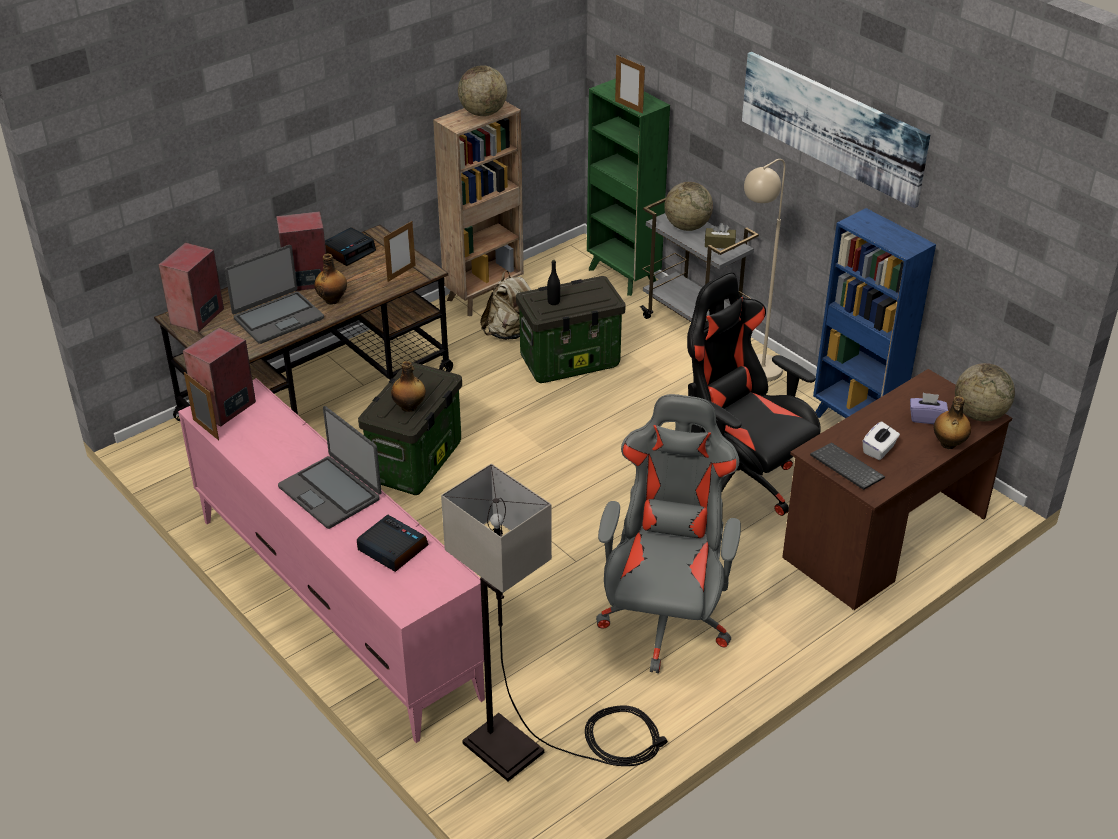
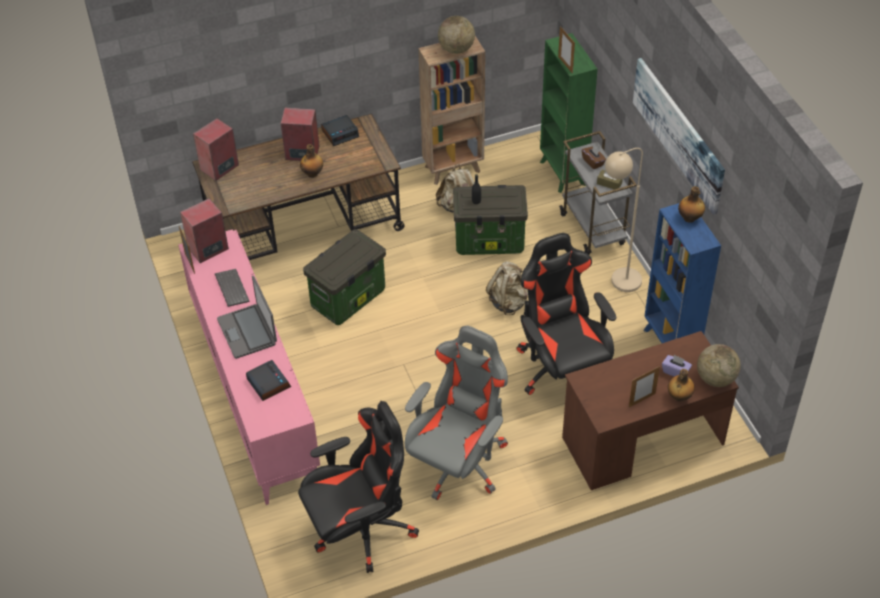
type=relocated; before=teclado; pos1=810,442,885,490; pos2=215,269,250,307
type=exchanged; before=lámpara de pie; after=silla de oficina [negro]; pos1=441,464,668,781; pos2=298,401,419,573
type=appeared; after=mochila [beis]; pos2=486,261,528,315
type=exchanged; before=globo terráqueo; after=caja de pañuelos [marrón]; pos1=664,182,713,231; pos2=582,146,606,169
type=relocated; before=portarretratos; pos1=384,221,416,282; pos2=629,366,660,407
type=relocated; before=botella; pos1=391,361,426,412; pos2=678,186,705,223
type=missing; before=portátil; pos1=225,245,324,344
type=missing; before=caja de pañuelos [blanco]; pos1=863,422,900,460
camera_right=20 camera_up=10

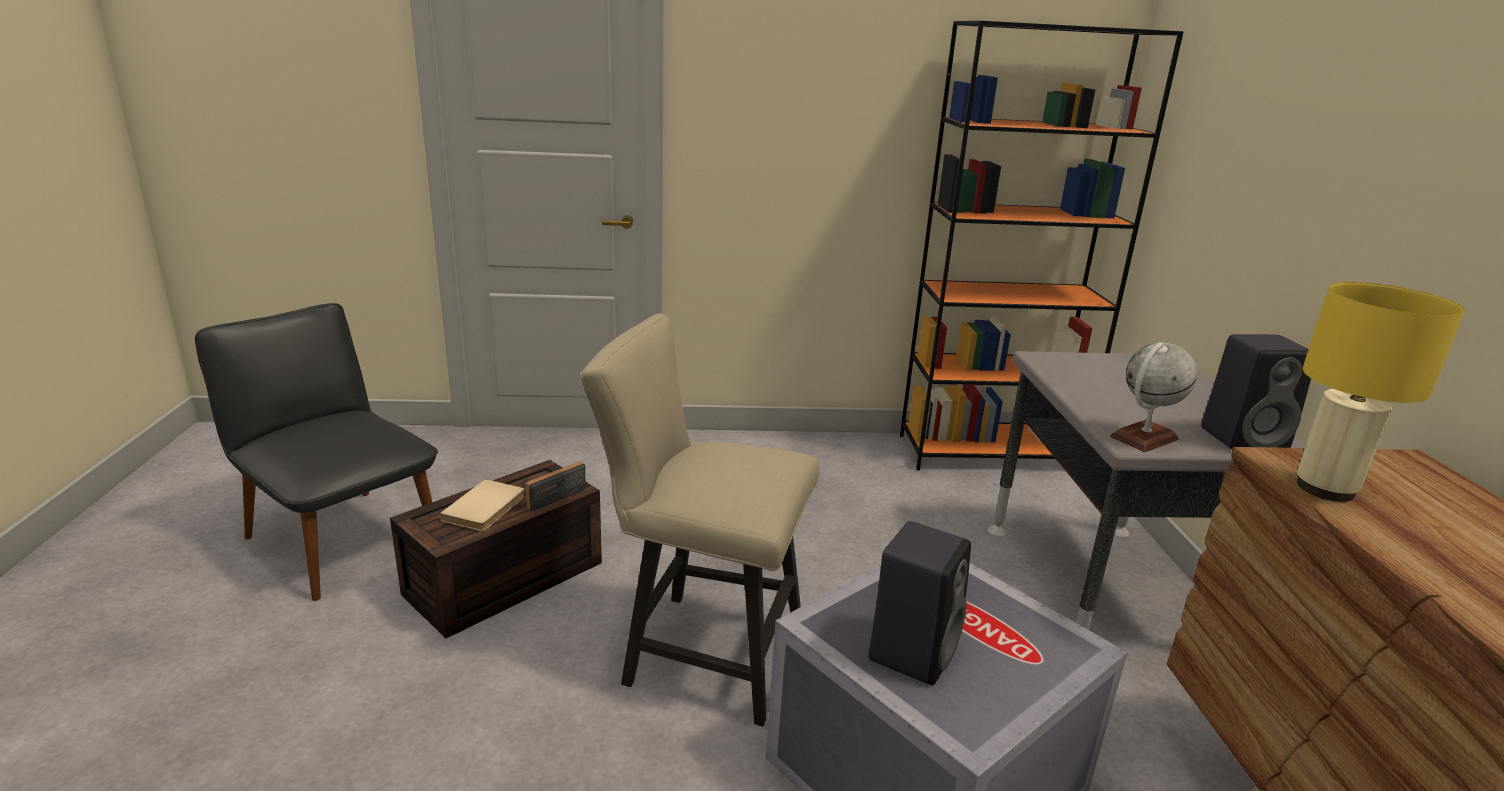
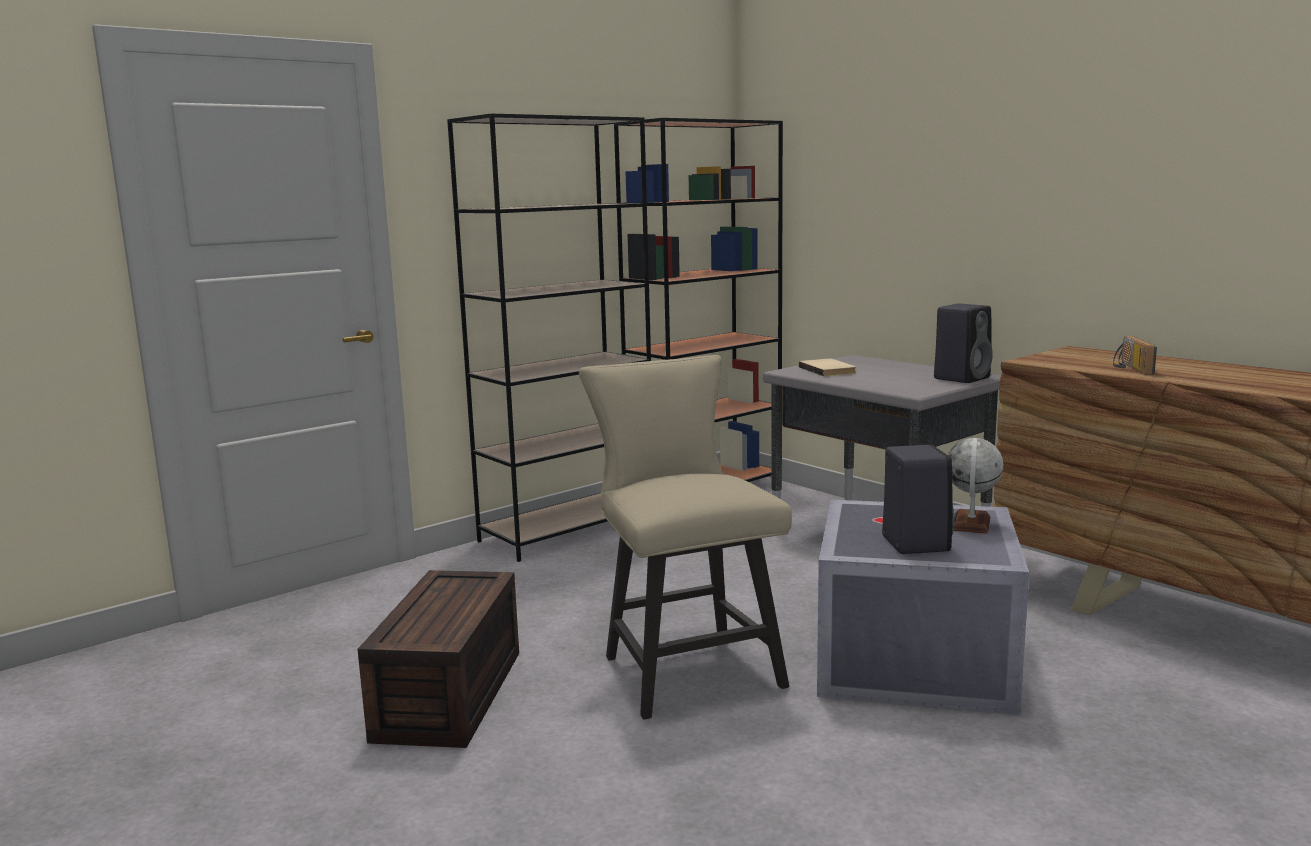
type=appeared; after=estantería [beis]; pos2=447,113,651,562
type=spun; before=silla [beis]; pos1=580,313,819,727; pos2=579,355,792,720; turn=90
type=relocated; before=libro [beis]; pos1=440,479,525,531; pos2=799,358,856,377
type=relocated; before=globo terráqueo; pos1=1110,342,1197,452; pos2=948,438,1004,534
type=relocated; before=radio; pos1=525,461,586,511; pos2=1113,336,1157,375
type=missing; before=silla [negro]; pos1=195,303,438,601
type=missing; before=lámpara de mesa [amarillo]; pos1=1297,282,1464,502
camera_right=-35 camera_up=-10

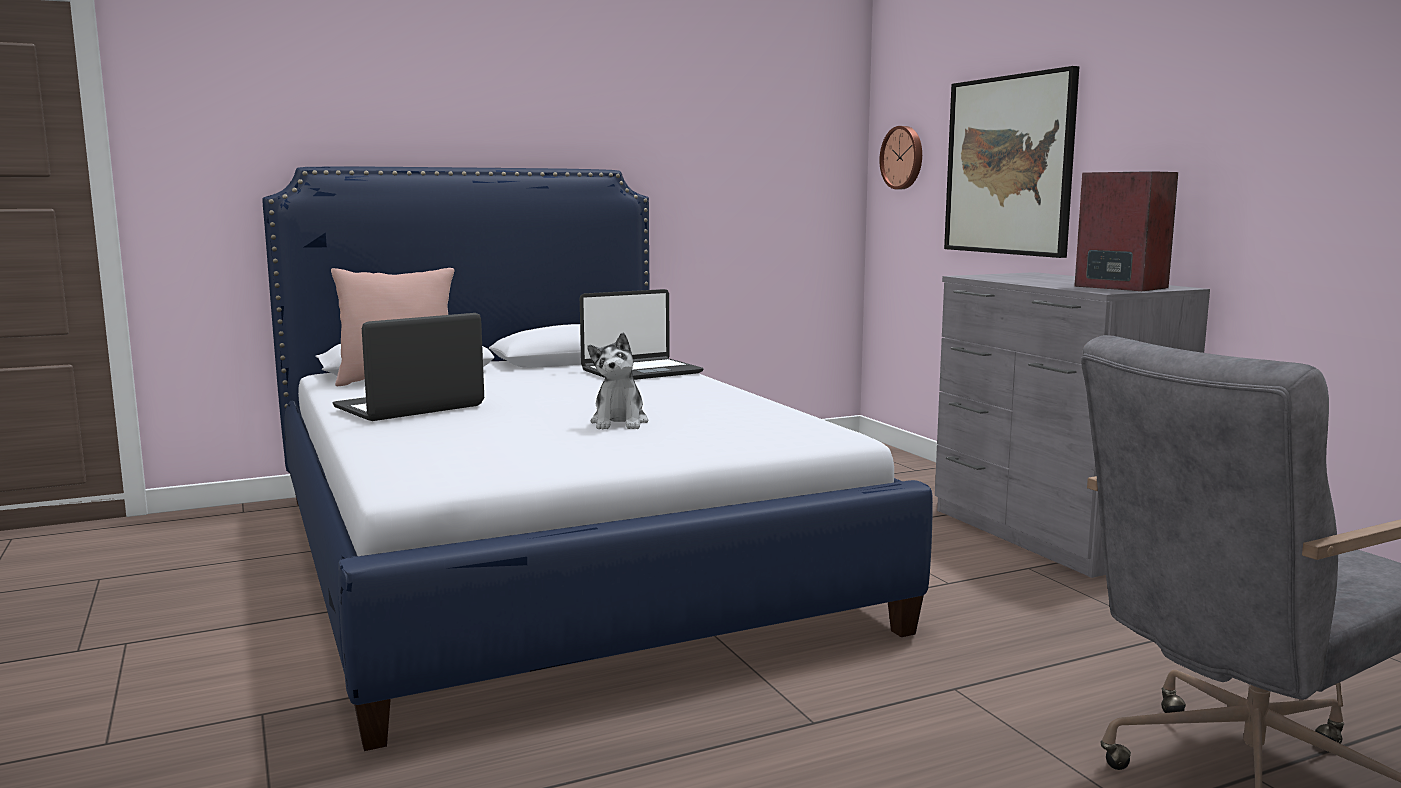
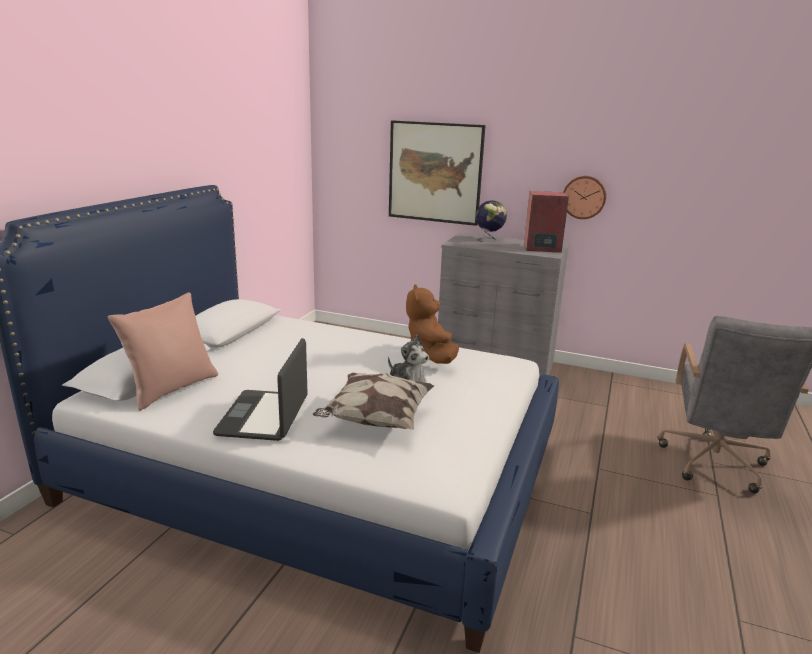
type=appeared; after=cojín; pos2=313,373,434,430
type=appeared; after=peluche [marrón]; pos2=406,284,459,364
type=appeared; after=globo terráqueo; pos2=476,200,507,242
type=relocated; before=reloj de pared; pos1=879,126,922,189; pos2=563,176,606,219
type=missing; before=portátil; pos1=580,289,704,380
camera_right=-45 camera_up=10

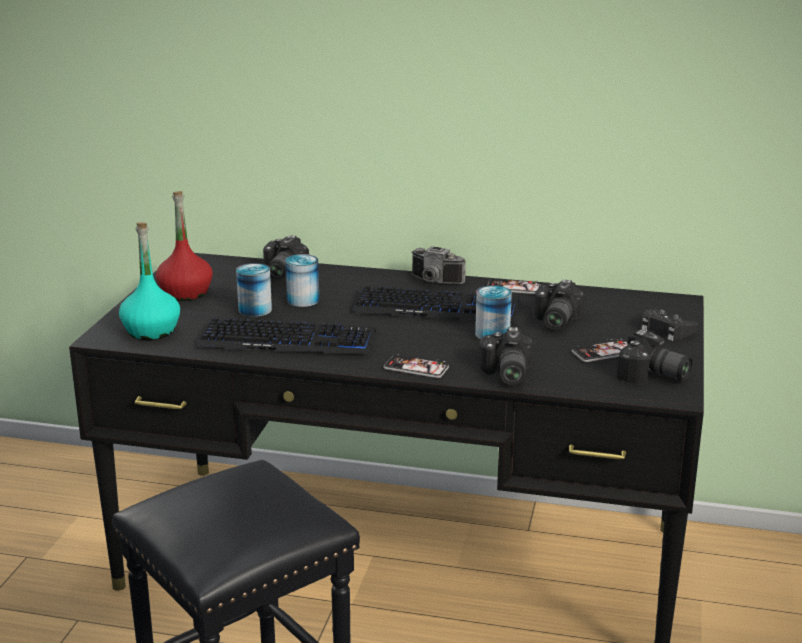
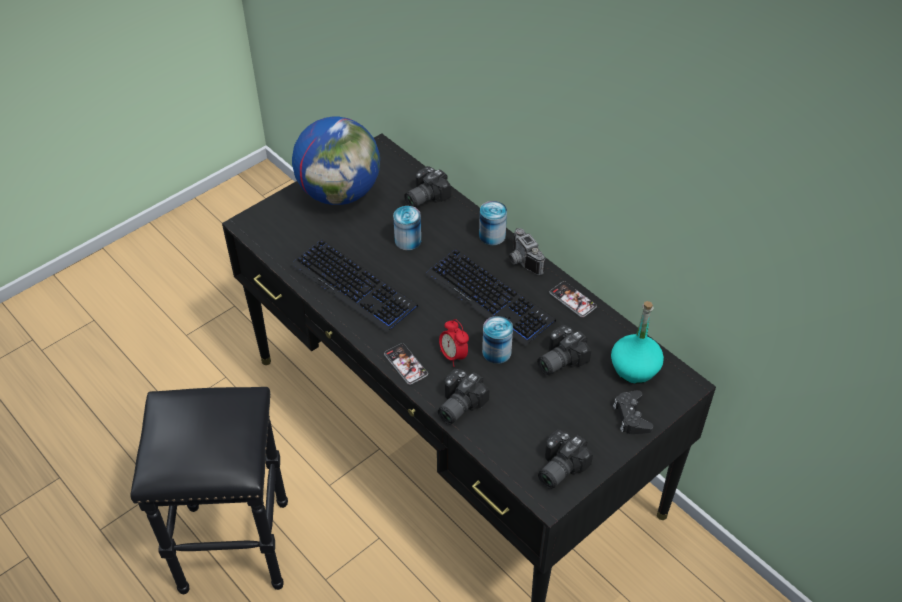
type=exchanged; before=botella [rojo]; after=globo terráqueo; pos1=156,191,213,301; pos2=292,117,380,205
type=appeared; after=despertador; pos2=439,319,469,367
type=relocated; before=lata; pos1=236,263,272,317; pos2=479,201,507,245
type=spun; before=cámara; pos1=617,330,693,384; pos2=538,429,593,489; turn=60
type=relocated; before=botella [turquesa]; pos1=119,222,180,340; pos2=611,301,664,384
type=missing; before=móvil; pos1=572,338,628,362
camera_right=35 camera_up=25

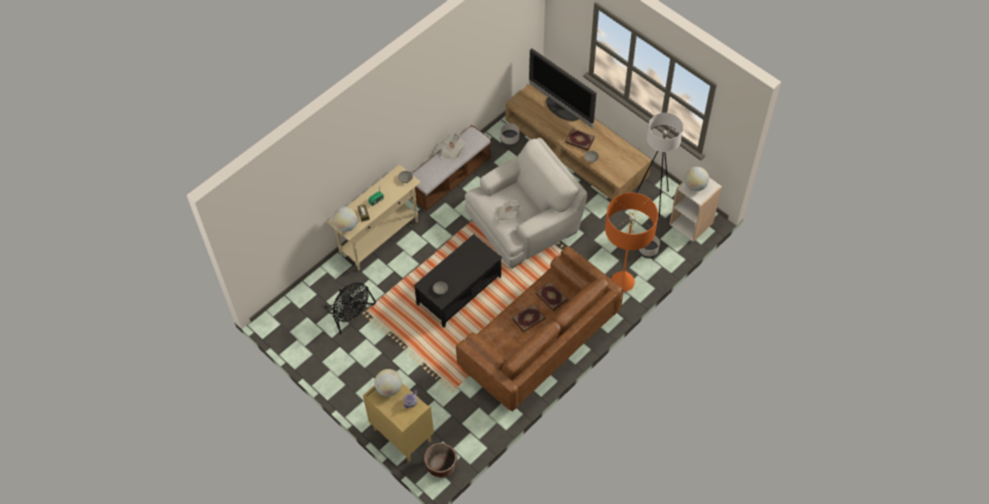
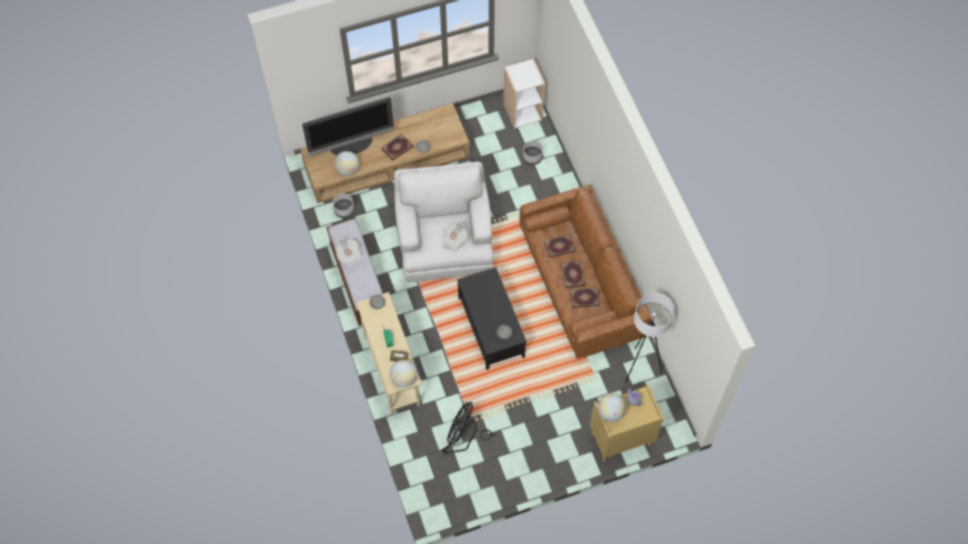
type=relocated; before=globo terráqueo; pos1=684,167,709,191; pos2=334,151,359,176
type=spun; before=ventilador [negro]; pos1=324,283,376,334; pos2=442,402,495,454; turn=-135
type=appeared; after=libro; pos2=570,287,600,308
type=relocated; before=lámpara de pie [blanco]; pos1=636,113,683,217; pos2=625,293,675,383
type=missing; before=maceta [marrón]; pos1=424,443,457,478
type=missing; before=lámpara de pie [naranja]; pos1=605,193,658,292
camera_right=-65 camera_up=5

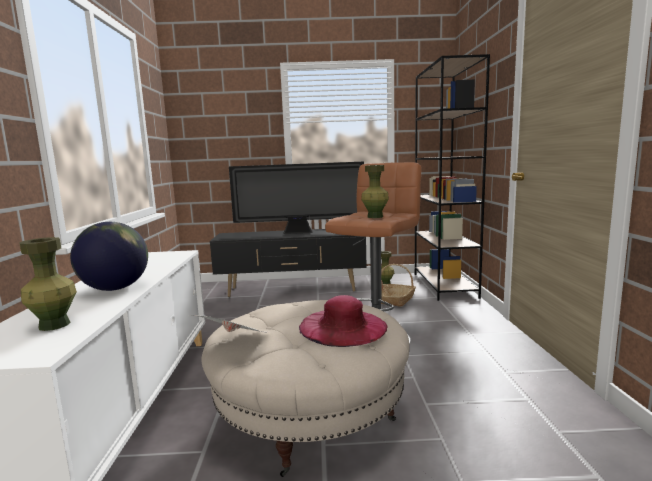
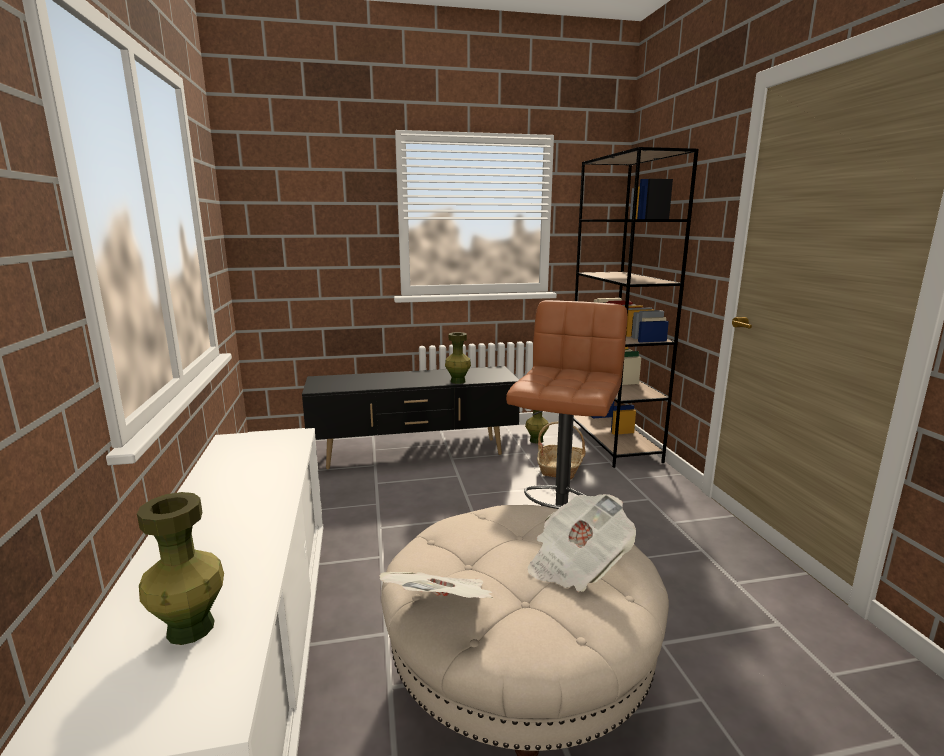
type=relocated; before=florero [verde]; pos1=361,165,389,218; pos2=445,332,471,384
type=exchanged; before=sombrero [rosa]; after=periódico; pos1=299,295,387,347; pos2=527,494,636,592
type=missing; before=globo terráqueo; pos1=70,222,148,291
type=missing; before=televisor; pos1=229,161,364,234
camera_right=-10 camera_up=5

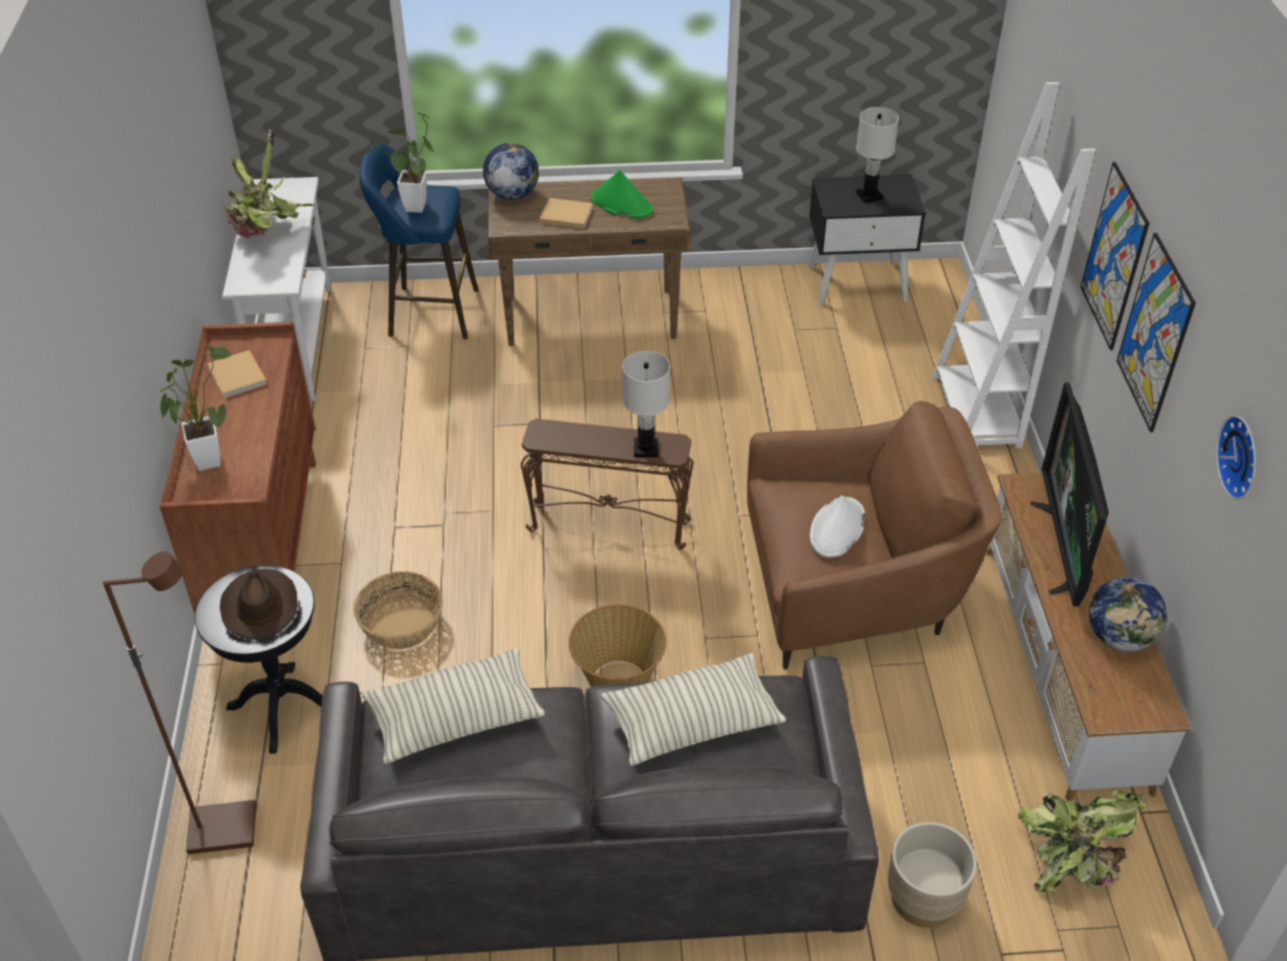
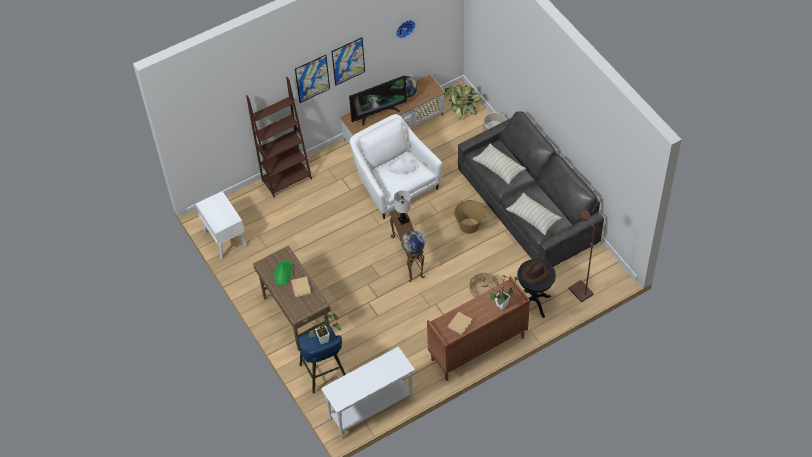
type=colour; before=mesita de noche [negro]; after=mesita de noche [blanco]; pos1=808,174,926,306; pos2=196,191,247,259
type=colour; before=estantería [blanco]; after=estantería [marrón]; pos1=932,82,1096,448; pos2=246,77,312,198
type=colour; before=sillón [marrón]; after=sillón [blanco]; pos1=747,401,1001,669; pos2=350,114,442,219
type=relocated; before=globo terráqueo; pos1=483,143,539,200; pos2=401,230,425,254
type=missing; before=planta en maceta; pos1=225,129,314,238
type=missing; before=lámpara de mesa [blanco]; pos1=856,107,899,203
camera_right=-115 camera_up=10

